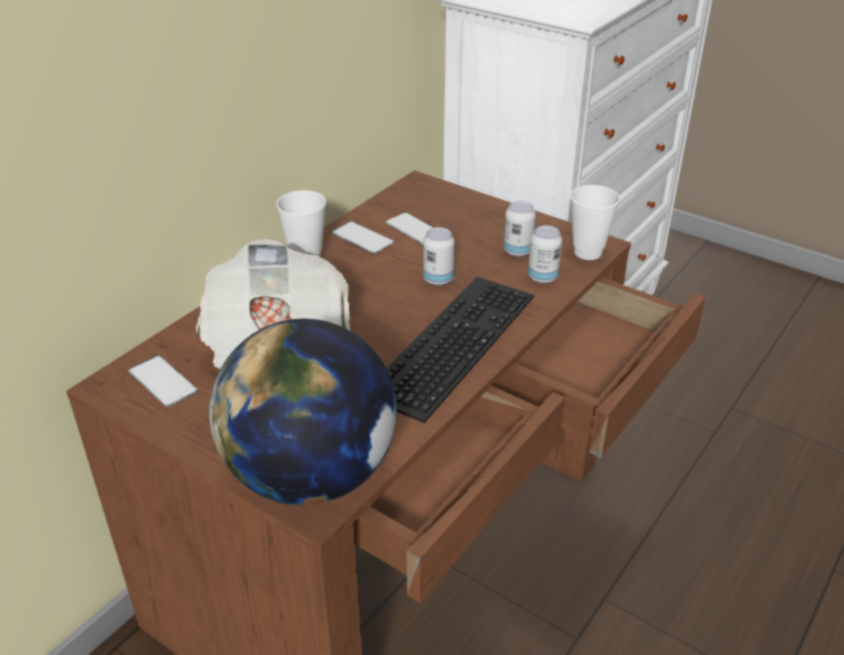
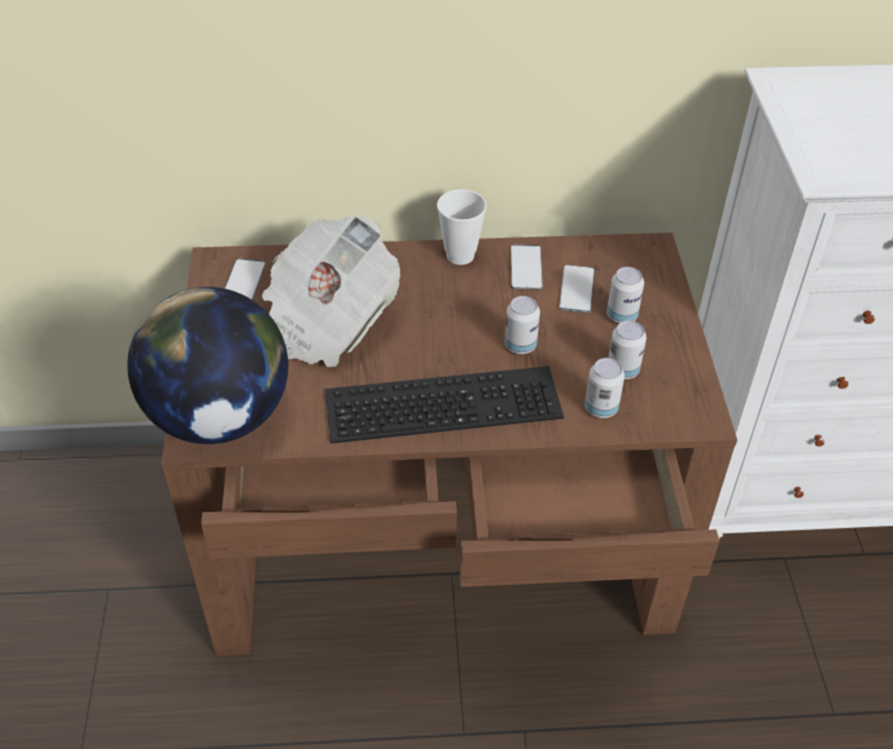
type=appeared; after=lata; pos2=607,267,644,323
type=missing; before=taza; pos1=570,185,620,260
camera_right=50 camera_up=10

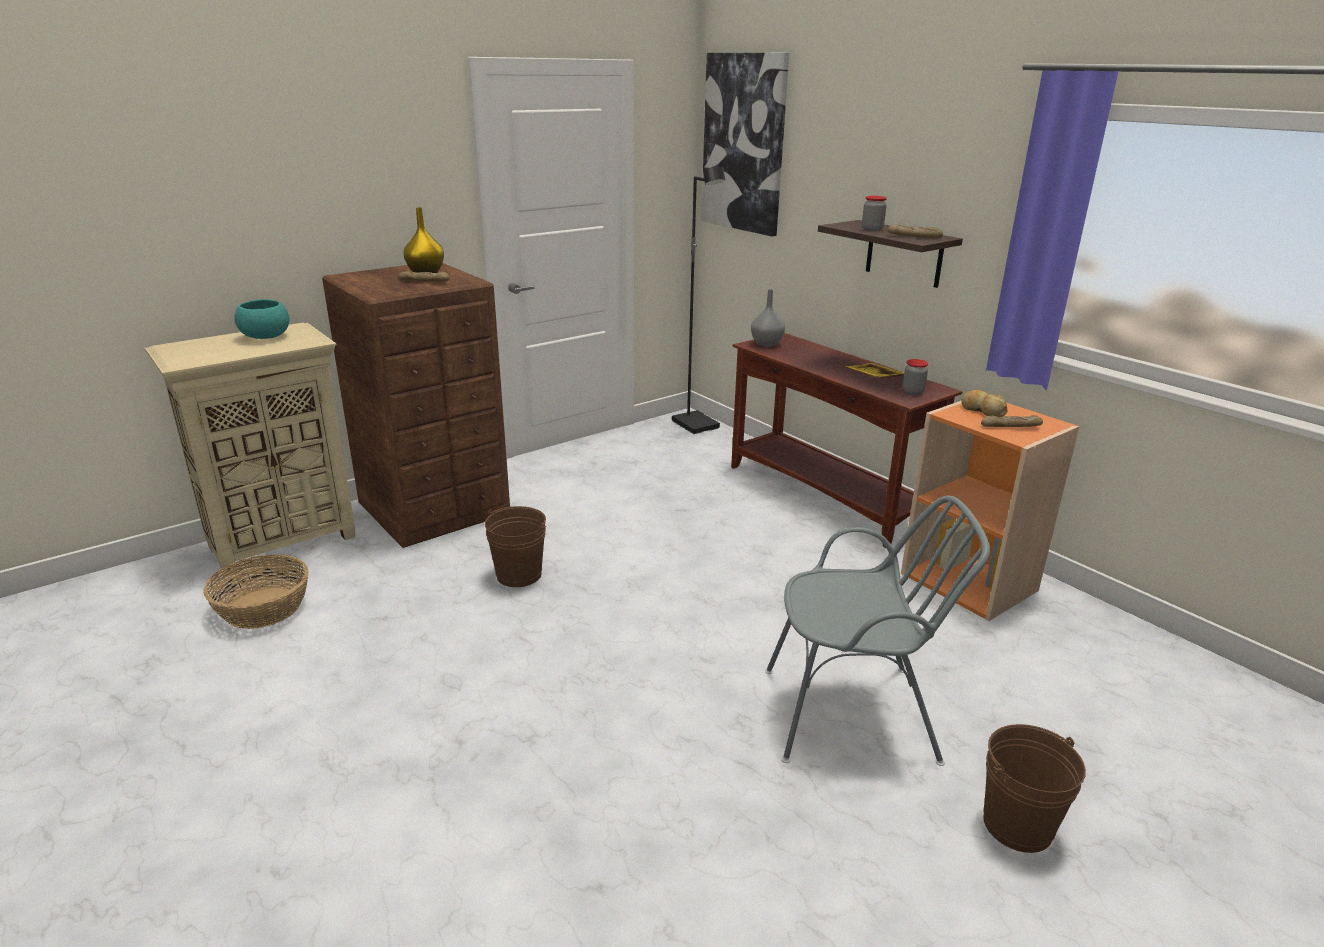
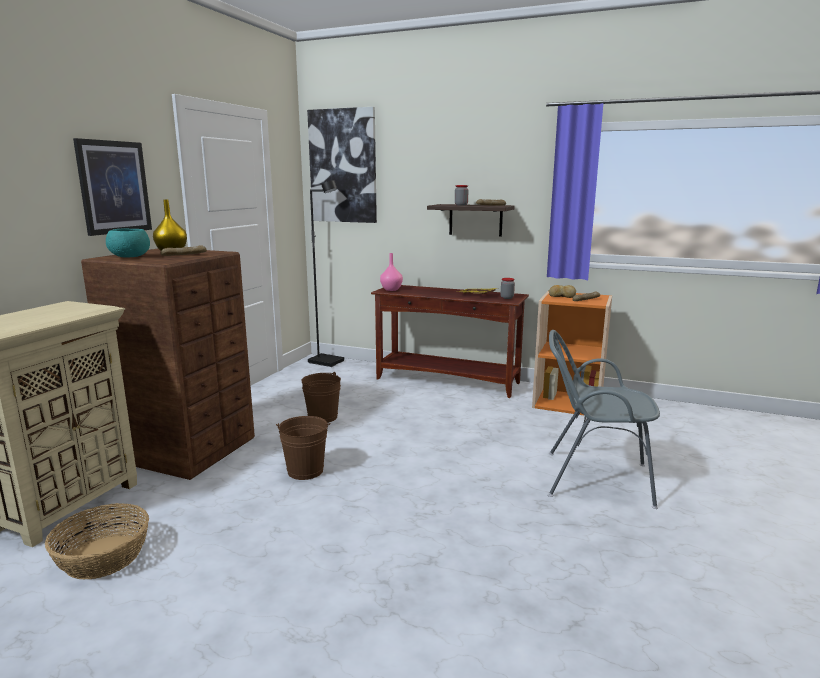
type=appeared; after=cuadro; pos2=73,138,152,236
type=relocated; before=cuenco [turquesa]; pos1=234,299,289,339; pos2=106,229,150,258
type=relocated; before=cubo [marrón]; pos1=983,724,1086,853; pos2=301,372,341,423
type=colour; before=florero [gris]; after=florero [rosa]; pos1=751,289,785,347; pos2=380,253,403,291
type=spun; before=silla [gris]; pos1=765,496,990,766; pos2=547,330,660,509; turn=-135
camera_right=-30 camera_up=-10

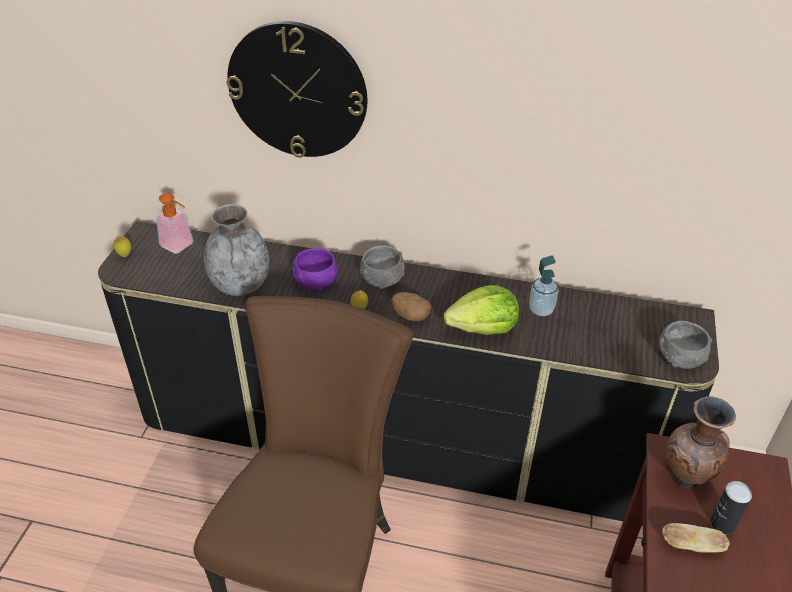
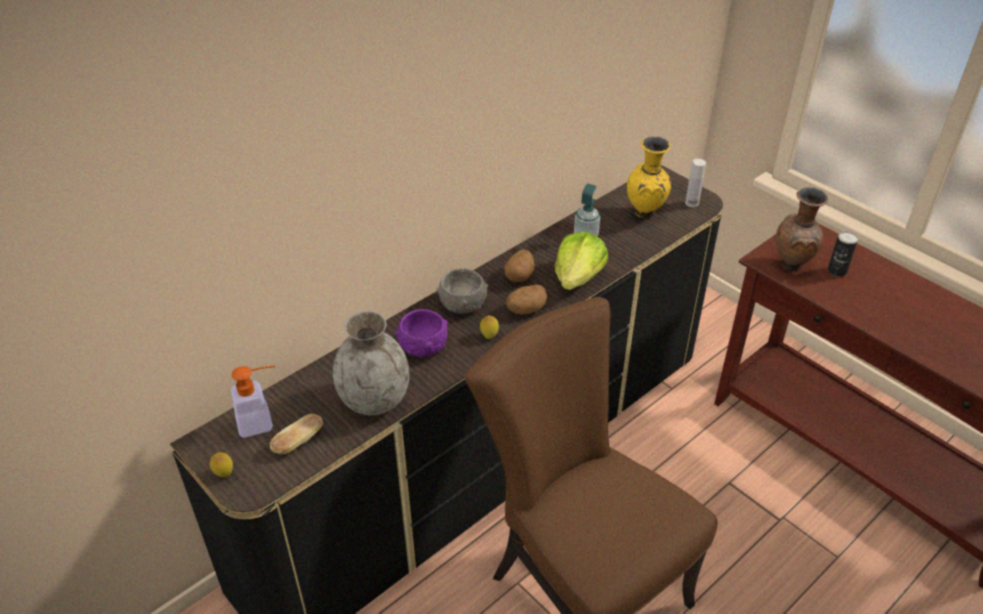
type=relocated; before=pan; pos1=662,523,730,553; pos2=270,414,323,454
type=appeared; after=patata; pos2=504,250,535,282
type=appeared; after=florero [amarillo]; pos2=627,136,671,219
type=exchanged; before=cuenco [gris]; after=botella [blanco]; pos1=659,321,712,369; pos2=685,159,706,207
type=missing; before=reloj de pared; pos1=227,21,367,158
camera_right=-55 camera_up=0

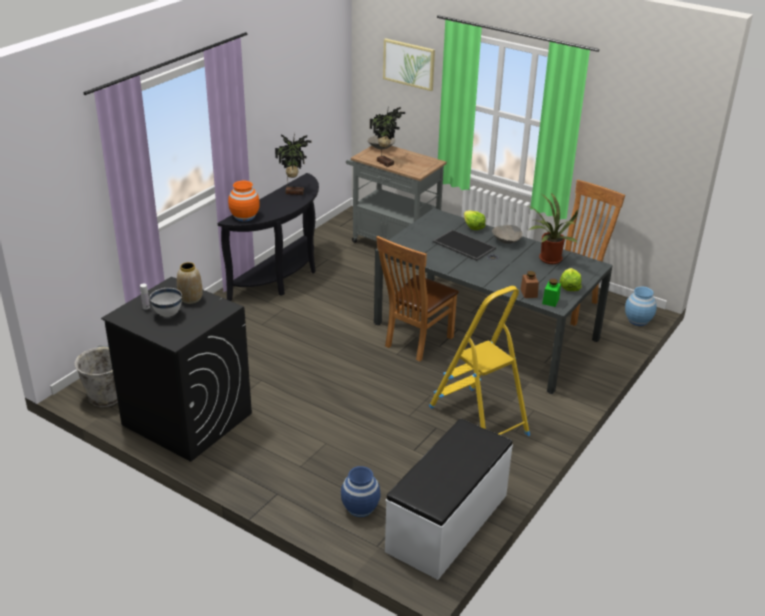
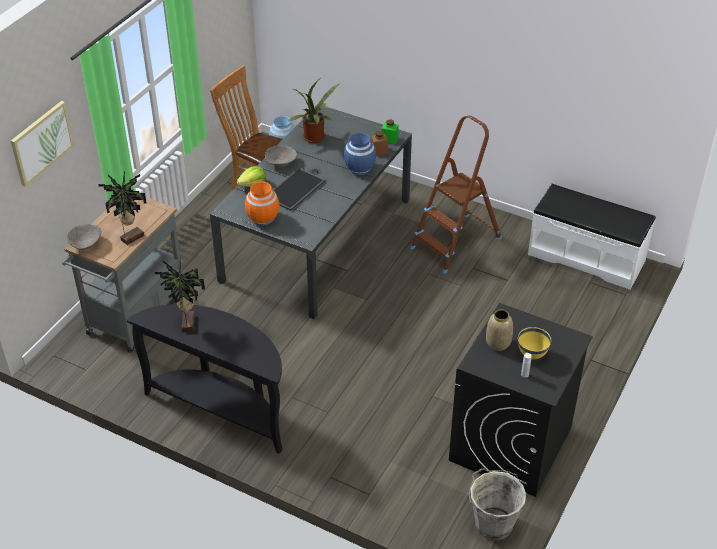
type=relocated; before=florero [naranja]; pos1=228,181,260,221; pos2=245,181,279,226
type=relocated; before=florero [azul]; pos1=341,466,380,517; pos2=344,132,376,175
type=colour; before=escalera de tijera [amarillo]; after=escalera de tijera [marrón]; pos1=429,286,530,436; pos2=410,116,502,274
type=colour; before=cuenco [blanco]; after=cuenco [amarillo]; pos1=150,288,182,317; pos2=518,327,551,359
type=missing; before=silla [marrón]; pos1=376,236,459,361
type=missing; before=lechuga; pos1=560,268,582,291
camera_right=-95 camera_up=10

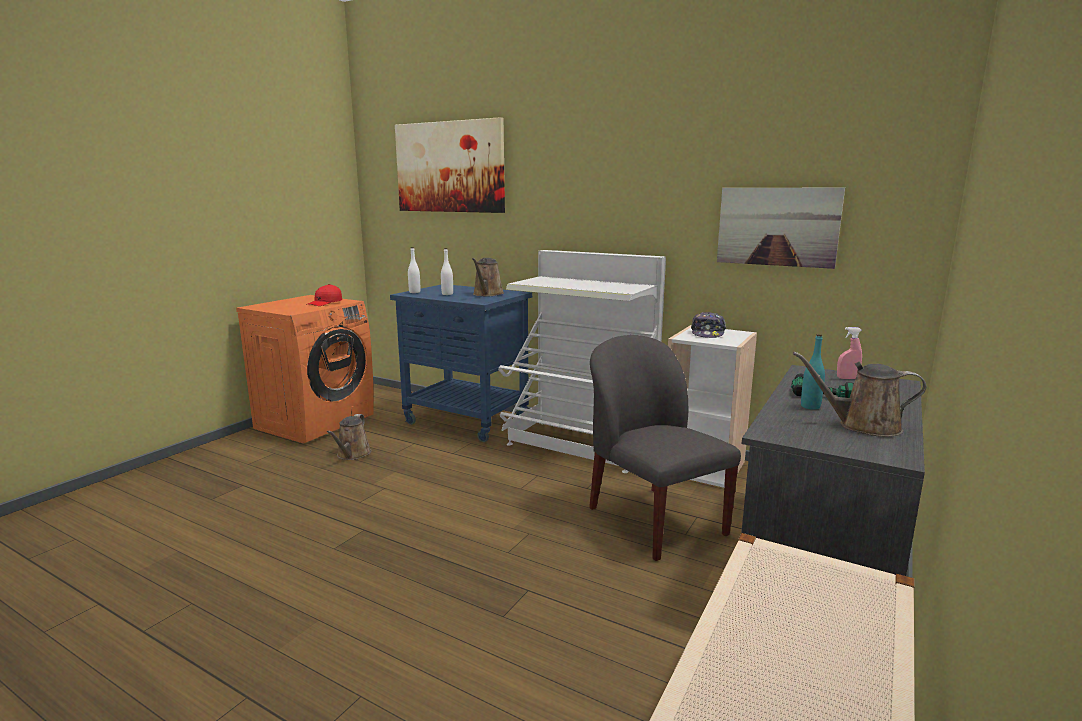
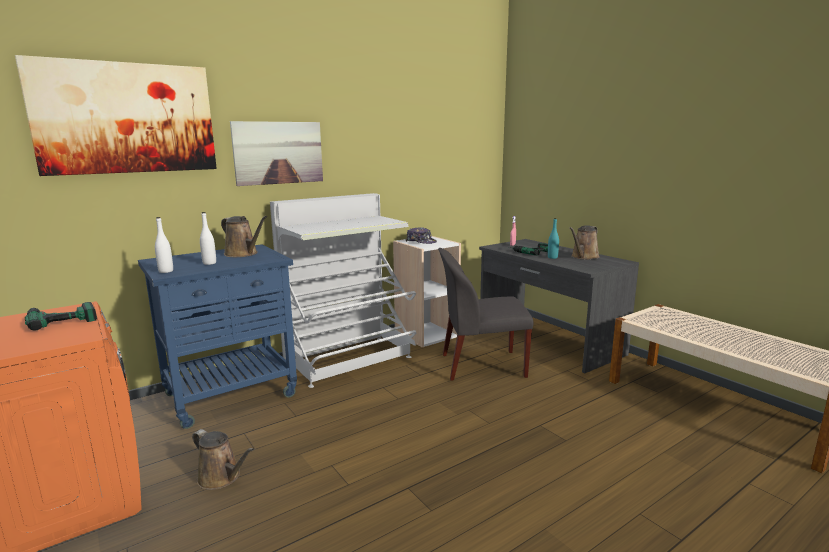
type=exchanged; before=gorra [rojo]; after=taladro; pos1=306,284,342,306; pos2=25,302,97,331
type=relocated; before=cuadro; pos1=717,187,845,269; pos2=230,121,323,186
camera_right=-65 camera_up=0

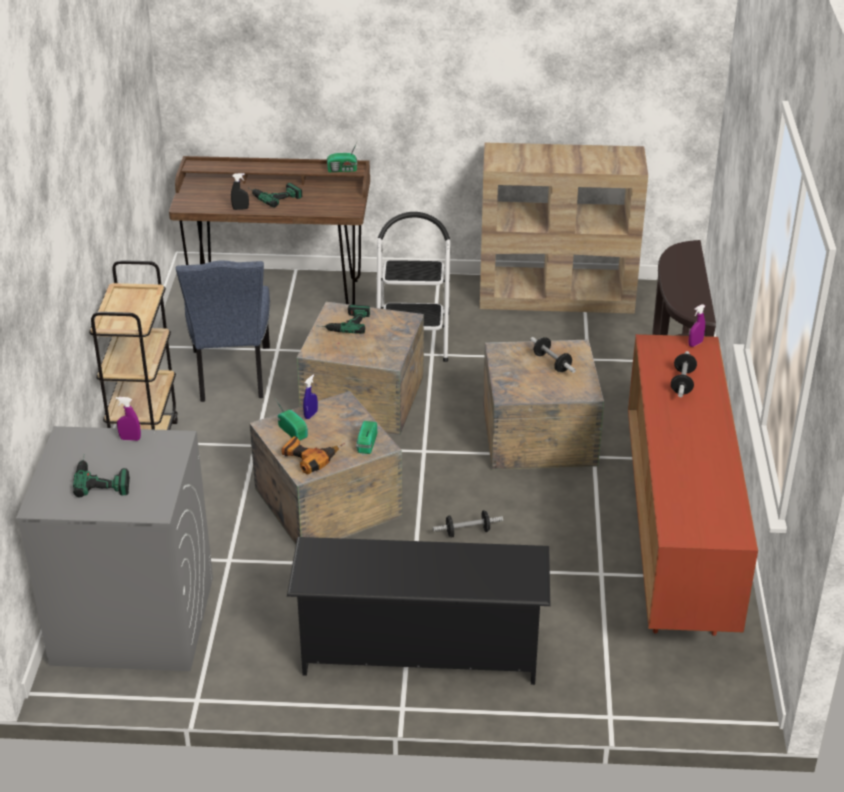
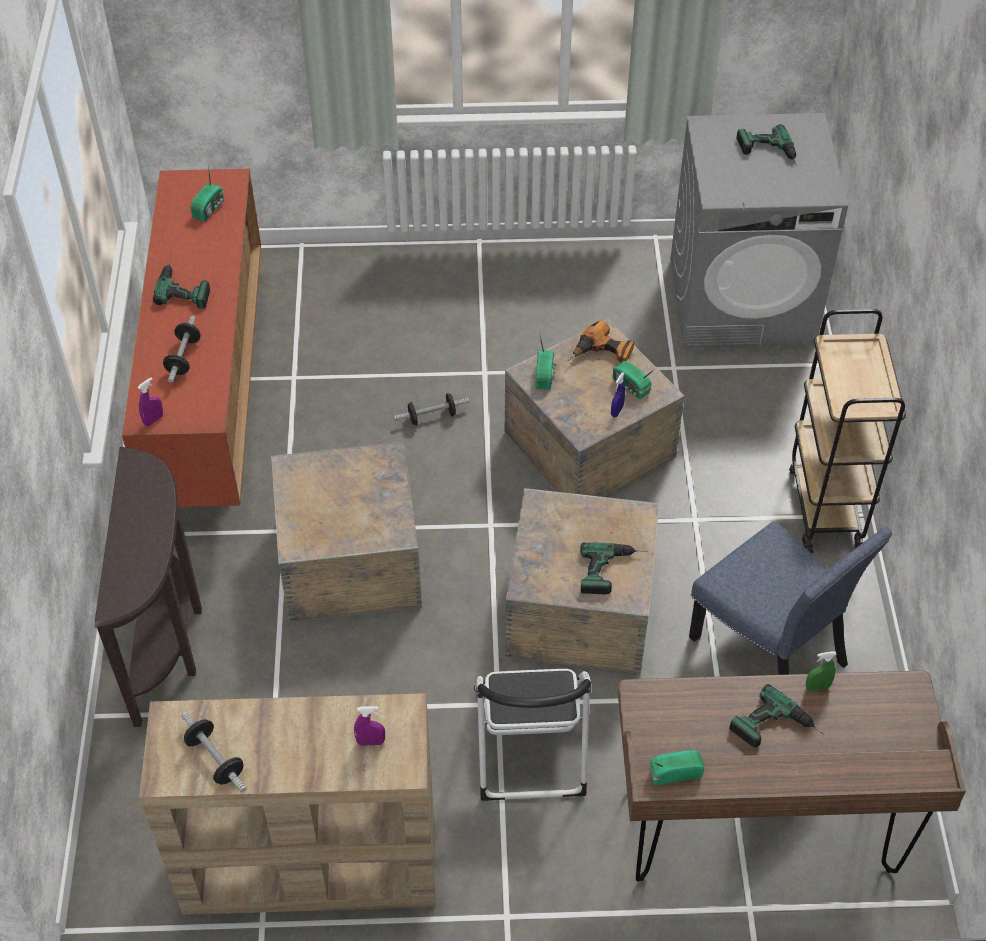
type=appeared; after=taladro; pos2=153,258,210,309
type=relocated; before=mancuerna; pos1=530,337,576,373; pos2=181,712,247,793
type=appeared; after=radio; pos2=190,164,224,222
type=relocated; before=pulverizador [morado]; pos1=116,397,141,441; pos2=354,706,385,746
type=spun; before=silla [azul]; pos1=176,261,270,402; pos2=689,521,892,675; turn=150
type=colour; before=pulverizador [negro]; after=pulverizador [verde]; pos1=231,173,249,210; pos2=805,651,837,691
type=missing; before=zapatero [negro]; pos1=287,537,551,685
camera_right=175 camera_up=15

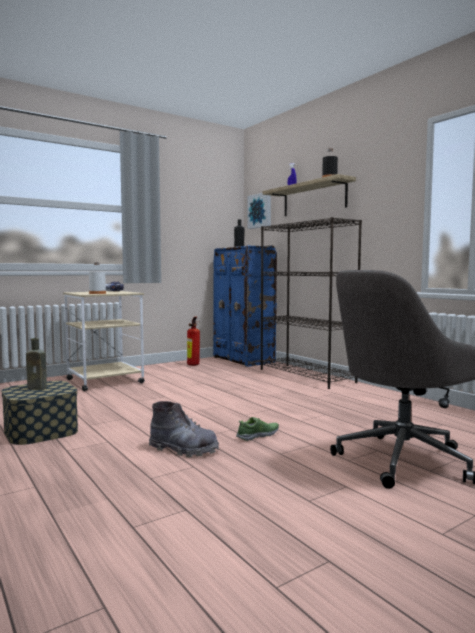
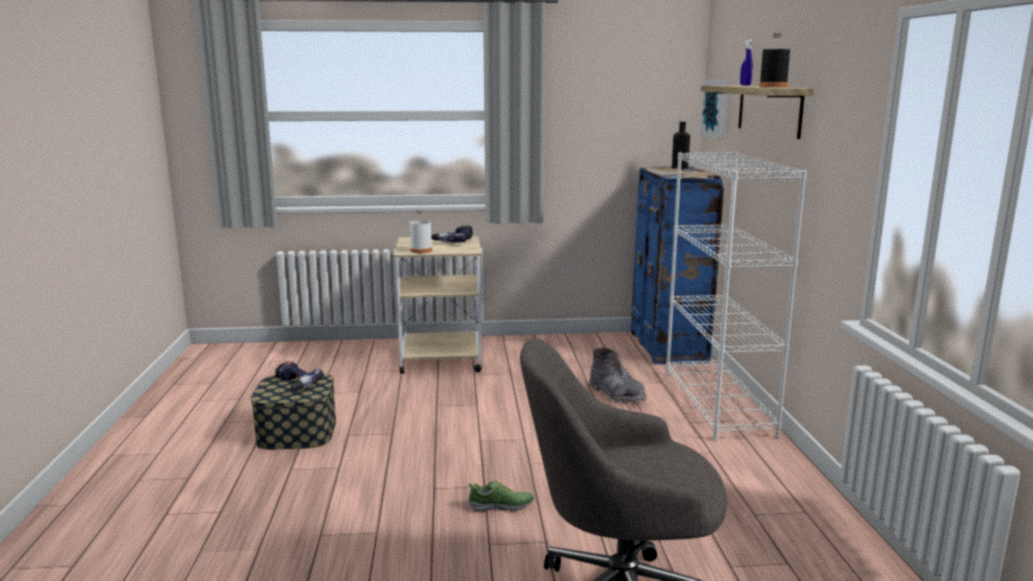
type=exchanged; before=botella [marrón]; after=taladro; pos1=26,338,47,390; pos2=275,362,324,391
type=relocated; before=bota [gris]; pos1=149,401,219,457; pos2=589,348,646,404
type=colour; before=estantería [negro]; after=estantería [blanco]; pos1=260,217,362,389; pos2=666,152,807,441
type=missing; before=extintor; pos1=187,316,200,366
camera_right=30 camera_up=10

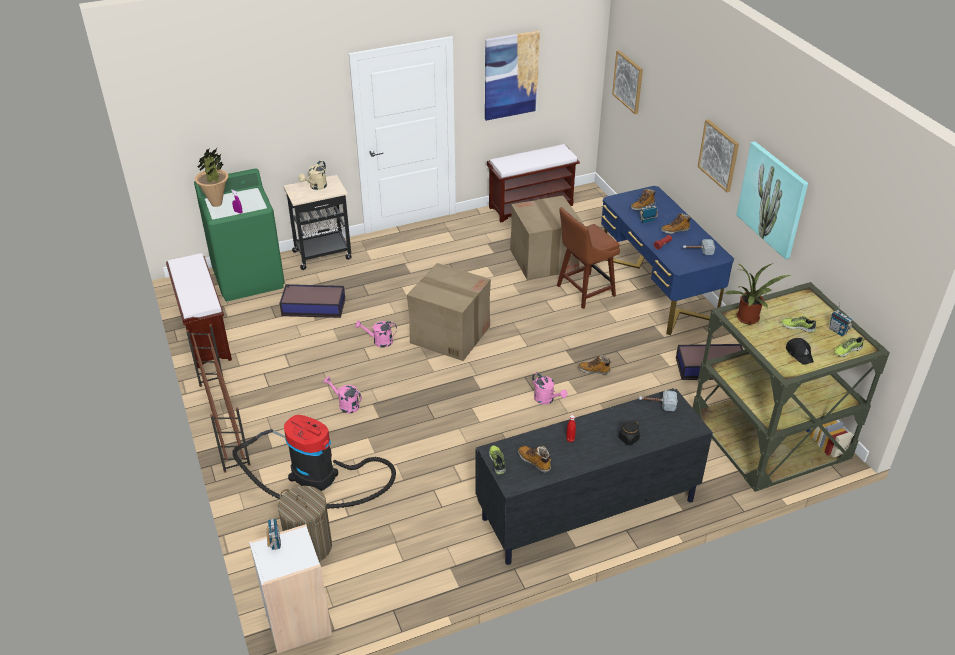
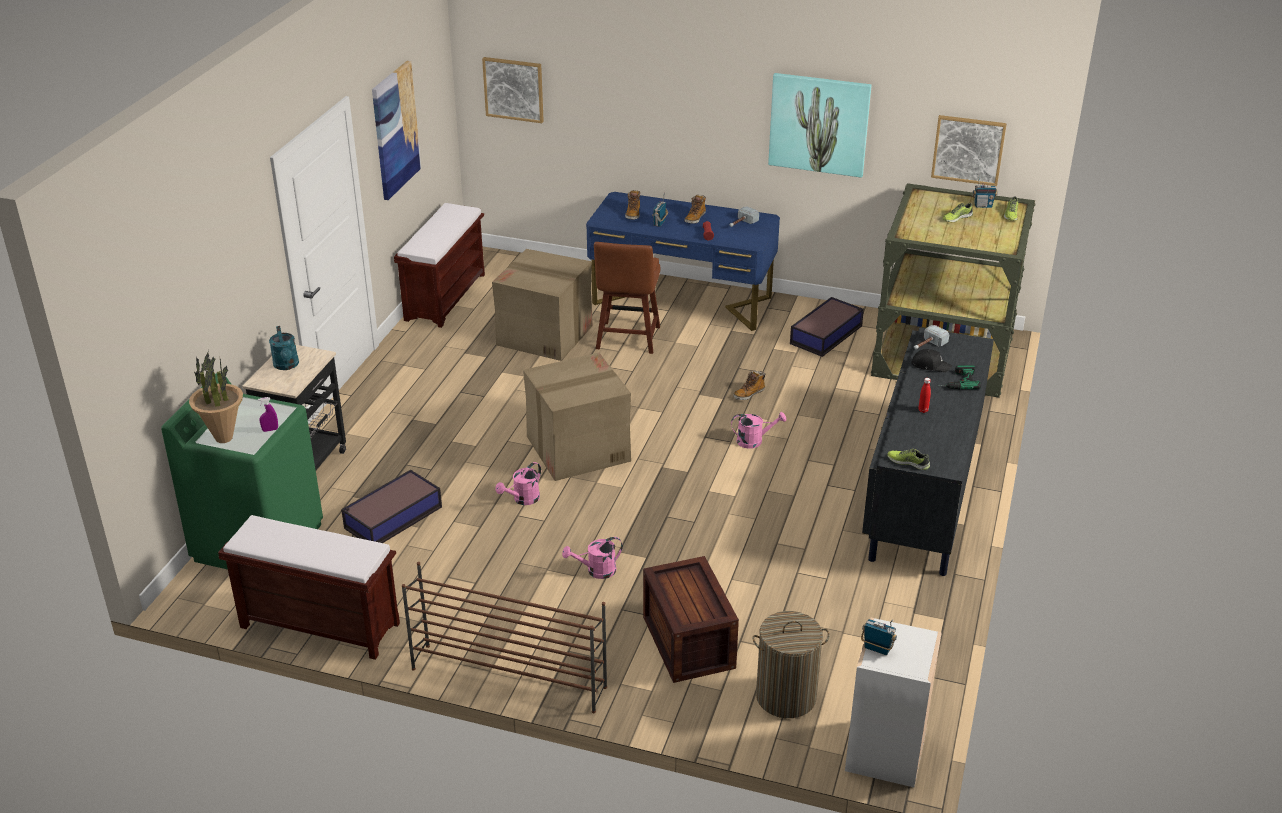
type=colour; before=regadera [beis]; after=regadera [turquesa]; pos1=299,160,327,190; pos2=269,326,299,370
type=exchanged; before=aspiradora; after=caja de embalaje; pos1=233,415,396,509; pos2=643,556,739,683
type=relocated; before=gorra [negro]; pos1=786,338,814,365; pos2=911,349,952,372
type=relocated; before=cuadro; pos1=698,119,739,192; pos2=931,115,1007,186
type=exchanged; before=tarro [negro]; after=taladro; pos1=619,420,640,445; pos2=938,365,981,389
type=missing; before=bota; pos1=518,446,551,472
type=missing; before=planta en maceta; pos1=724,263,790,324
camera_right=-50 camera_up=-5

